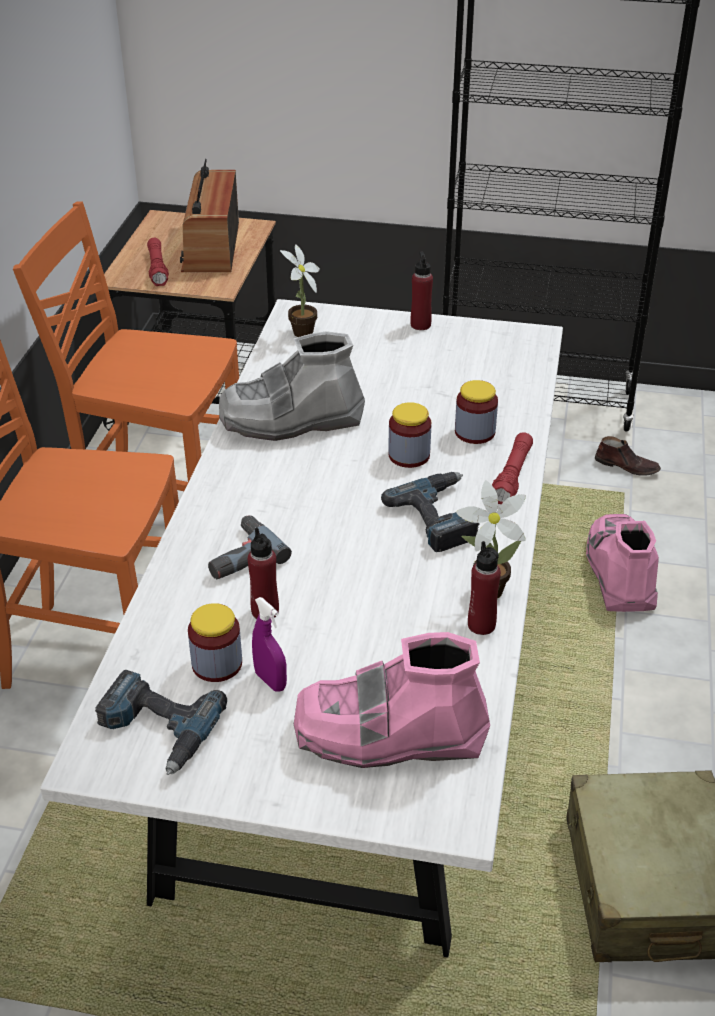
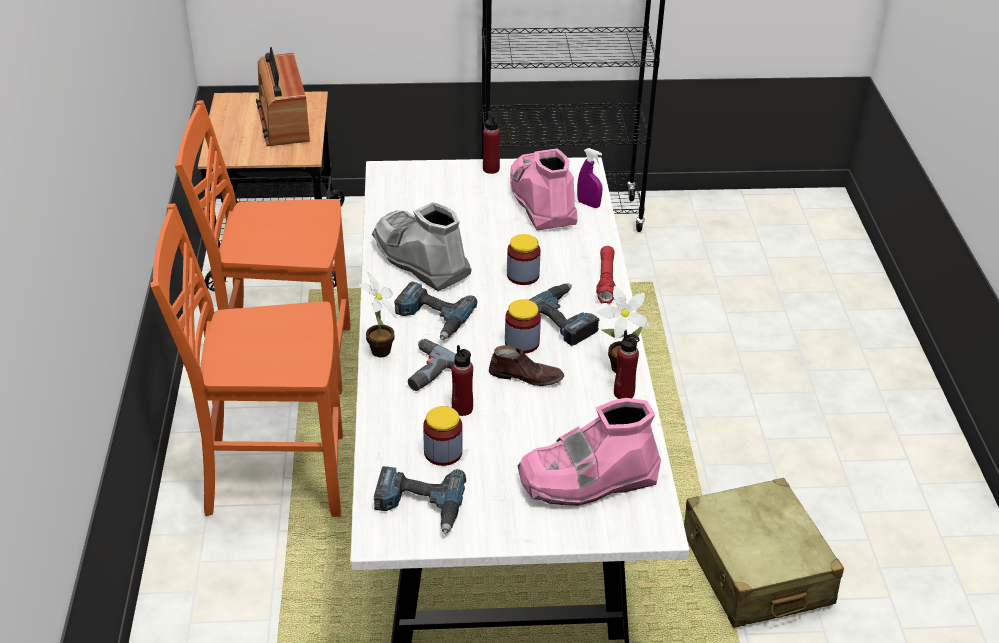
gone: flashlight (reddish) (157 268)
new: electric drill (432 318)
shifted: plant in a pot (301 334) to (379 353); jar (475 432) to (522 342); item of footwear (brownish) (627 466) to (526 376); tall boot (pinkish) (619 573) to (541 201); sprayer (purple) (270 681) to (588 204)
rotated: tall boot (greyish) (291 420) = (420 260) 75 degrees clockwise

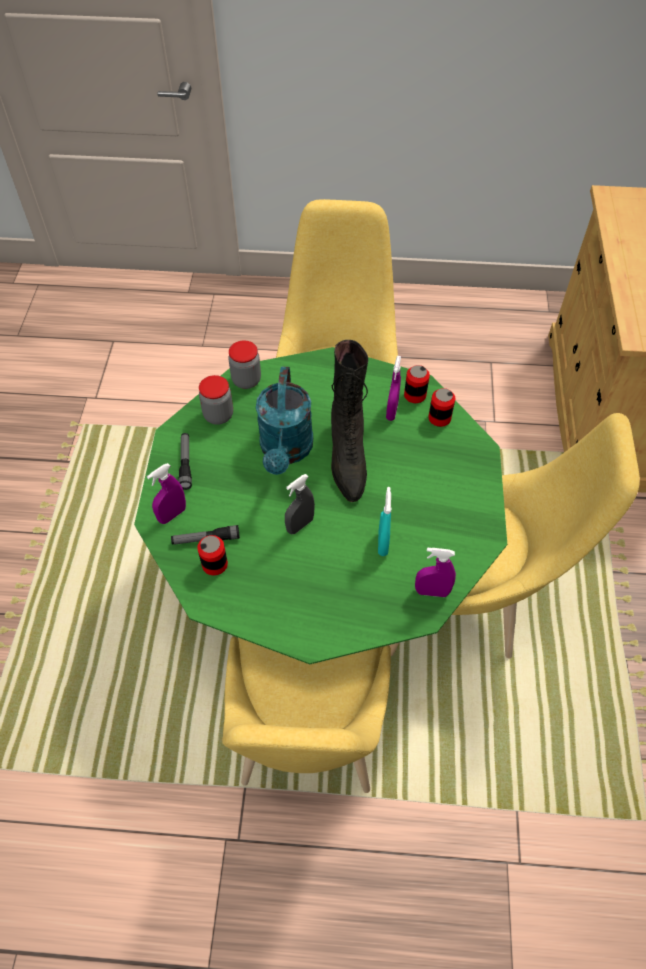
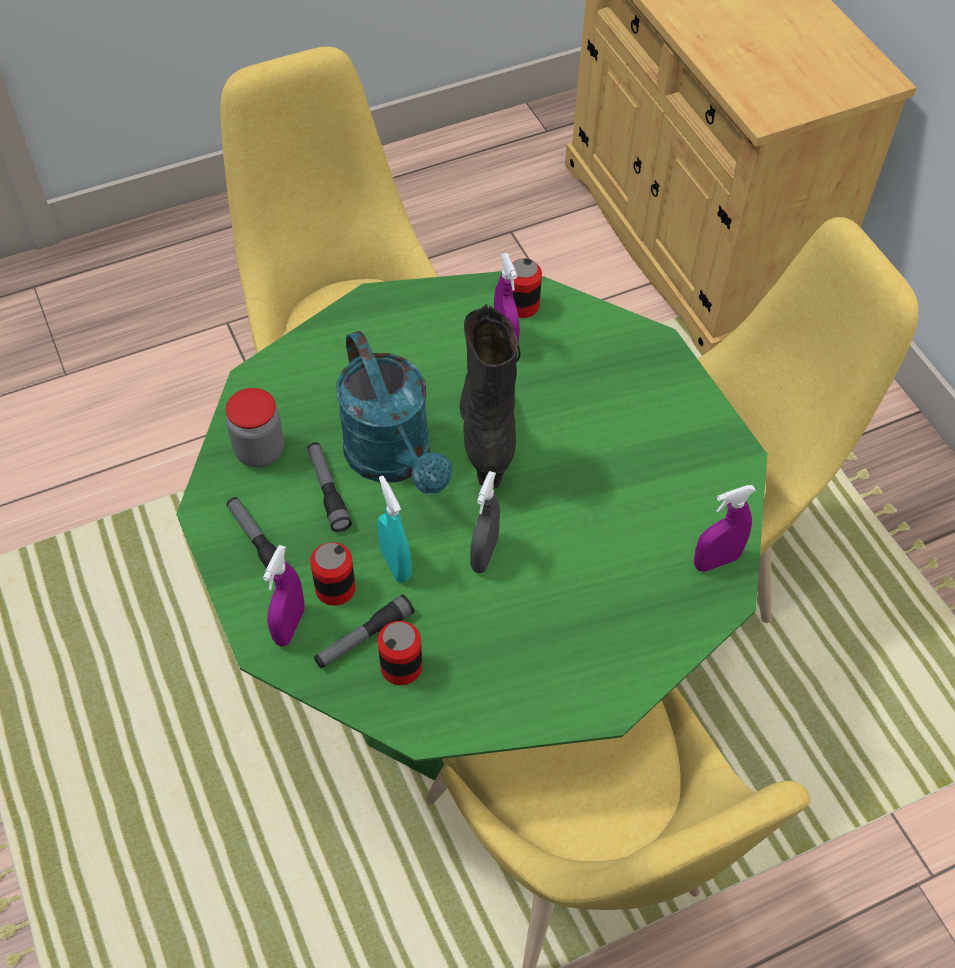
gone: jar (246 380)
new: flashlight (328 491)
shifted: sealed can (439 418) to (335 589); sprayer (blue-green) (383 543) to (395 564)
rotated: tall boot (black) (347 458) = (488 432) 150 degrees counterclockwise

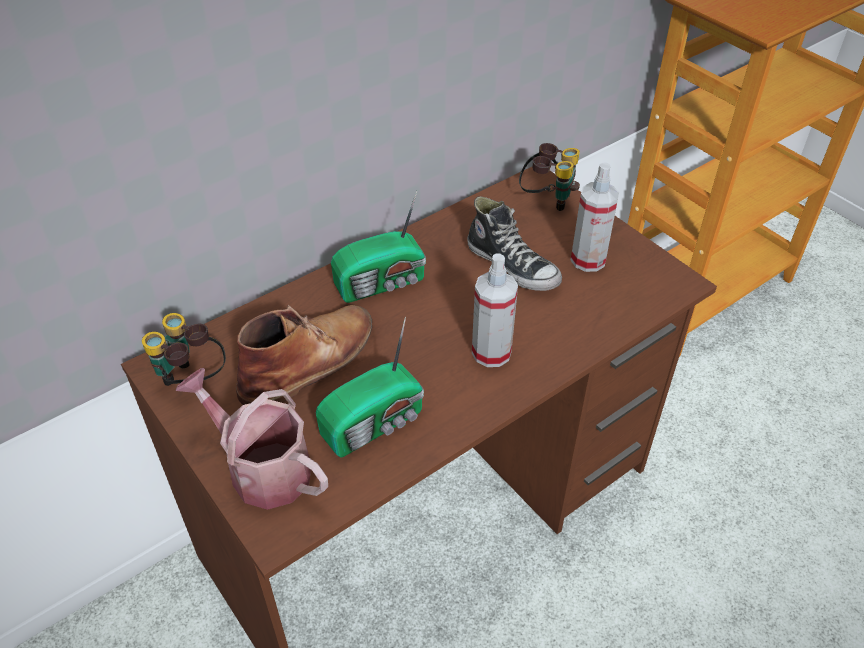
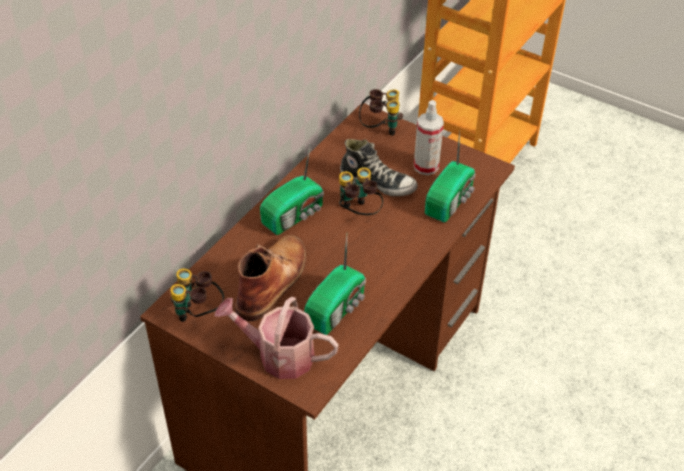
gone: sprayer (491 352)
new: radio (451 201); binoculars (358 213)

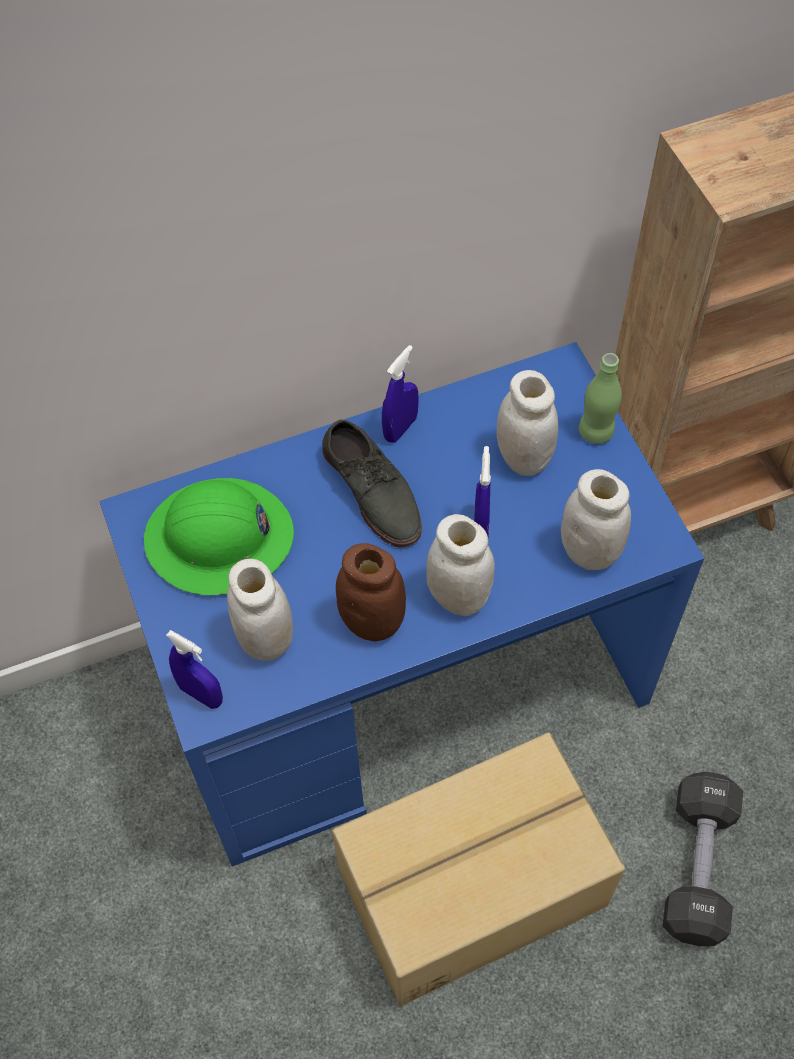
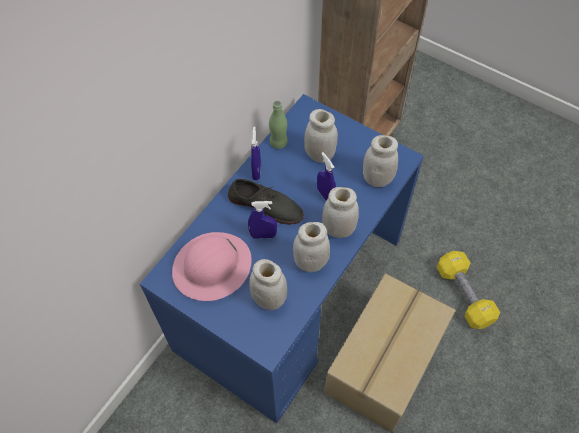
shifted: beverage bottle (green-coloured) (596 431) to (278 142); sprayer (bluish) (201 694) to (263 235)
repainted: hard hat (green-coloured) (219 539) to hard hat (pinkish) (212 267); jar (brownish) (372 621) to jar (whitish) (310 262); hand weight (black) (698 866) to hand weight (yellow) (464 295)

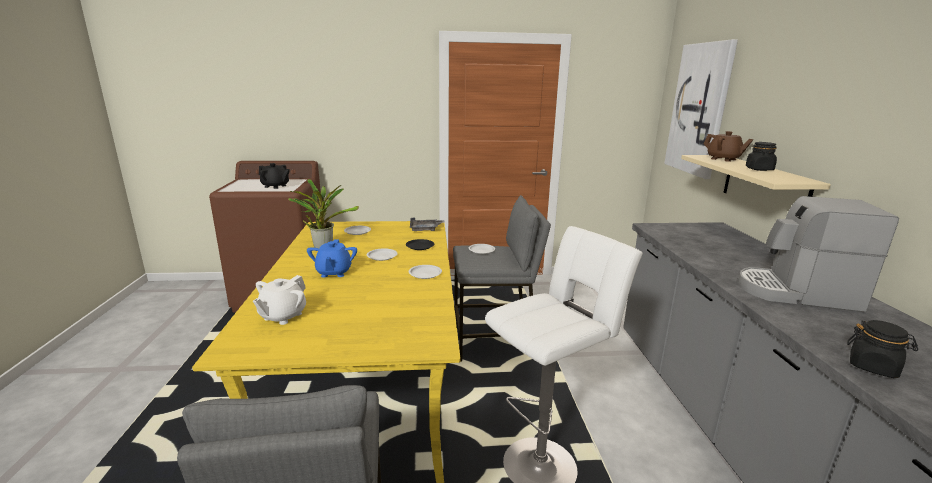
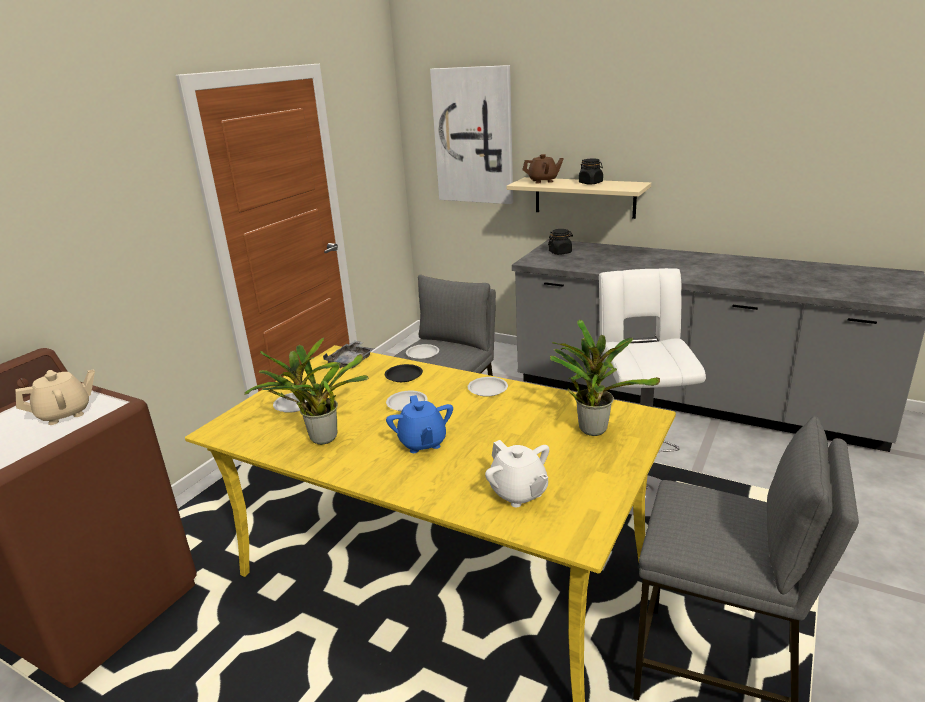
gone: coffee maker (796 293)
new: plant in a pot (592 427)
shifted: jar (black) (873 366) to (560 252)
repainted: pot for tea (black) (275 186) to pot for tea (beige) (65 414)
rotated: pot for tea (bluish) (333 272) = (422 443) 45 degrees clockwise

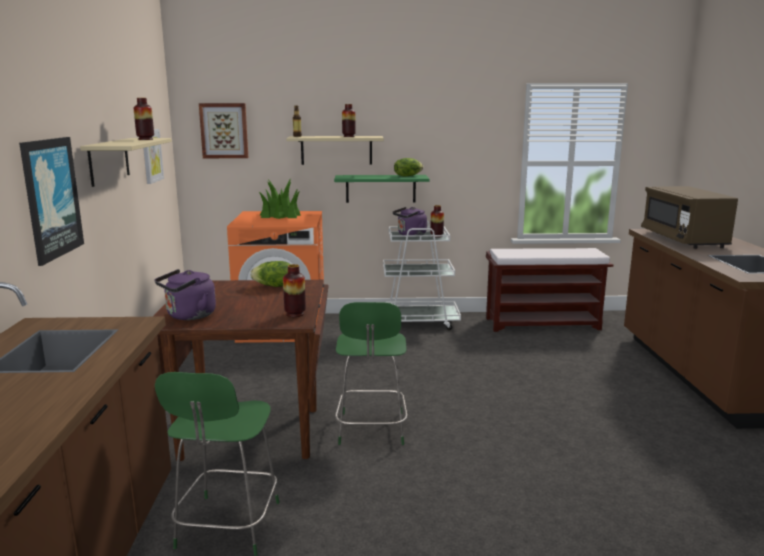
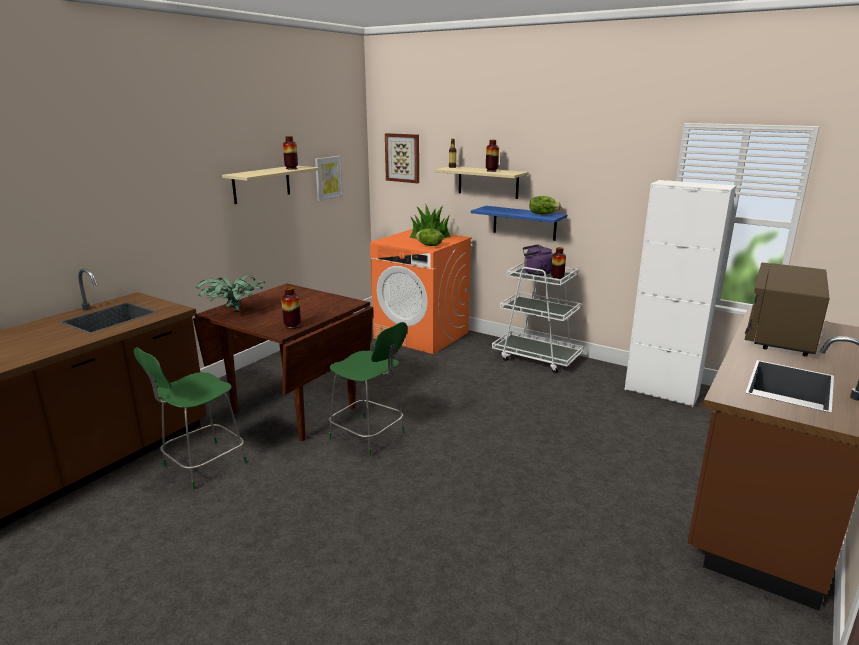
gone: picture (51 198)
shifted: lettuce head (274 286) to (429 245)
swapped: bench (brownish) (543 323) to cupboard (whitish) (661 392); water kettle (purple) (188 316) to plant in a pot (234 311)
repainted: wall shelf (green-coloured) (380 188) to wall shelf (bluish) (524 223)
rotated: upright chair (green-coloured) (371 430) = (369 436) 90 degrees counterclockwise

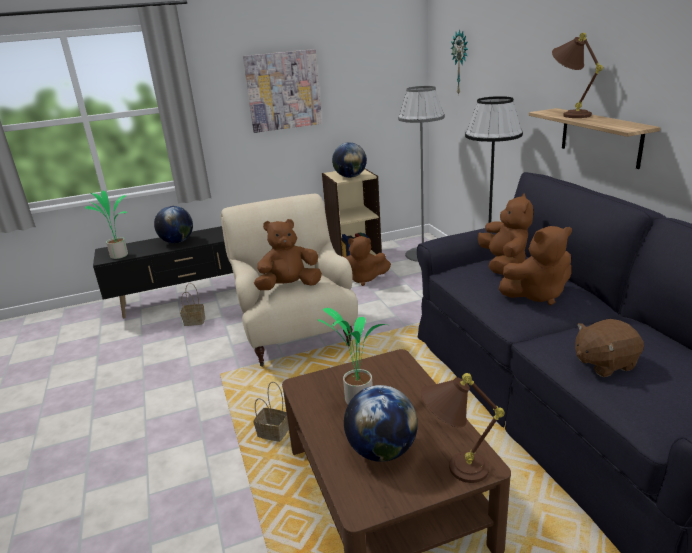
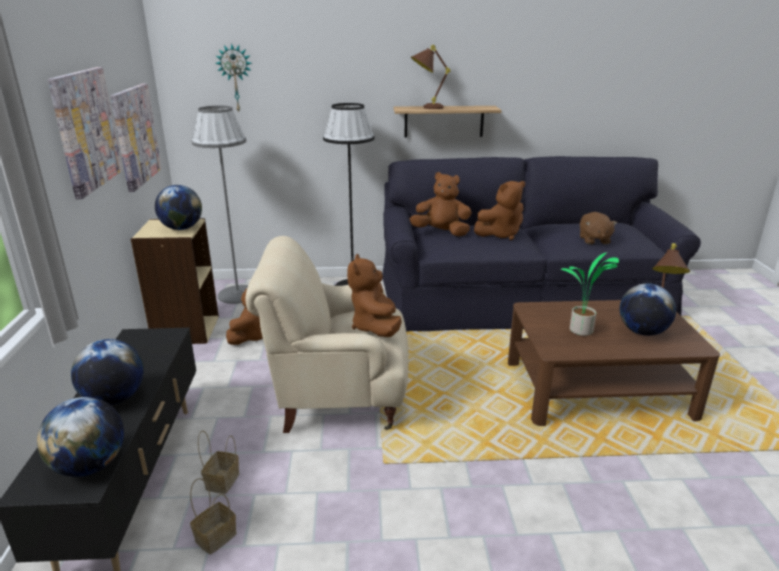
new: picture (135 135)
shifted: storage basket (274 433) to (216 536)
swapped: plant in a pot (119 255) to desk globe (90 466)
rotated: soft toy (brownish) (537 295) = (500 234) 60 degrees clockwise

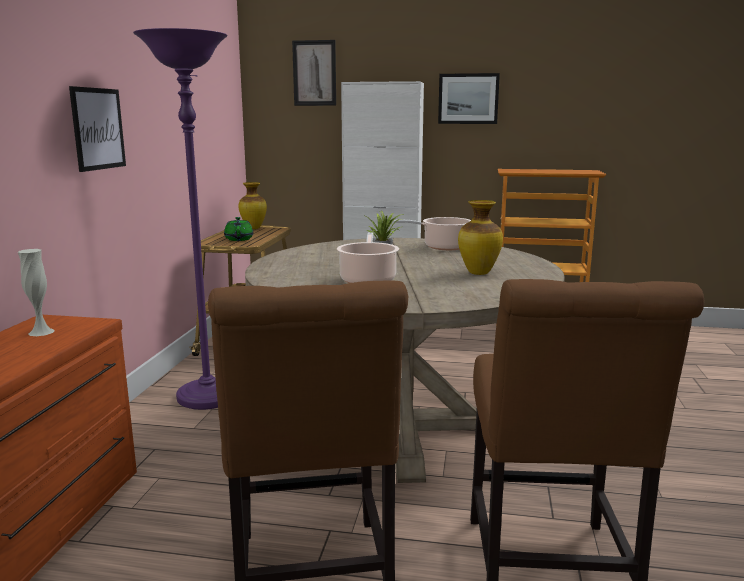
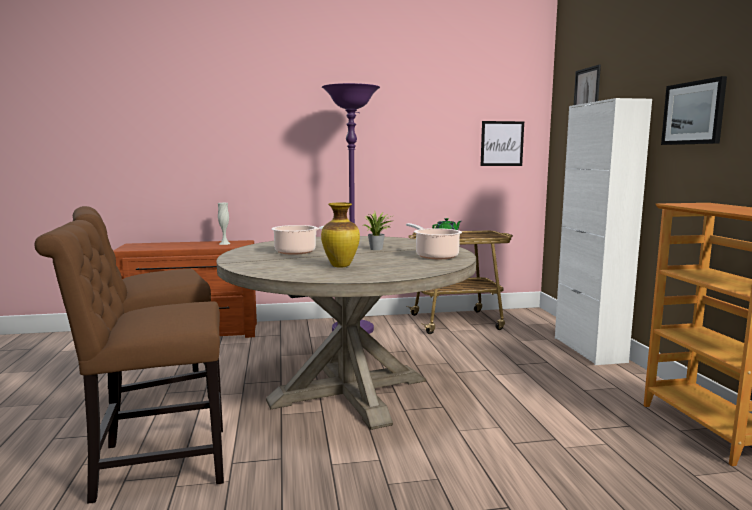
gone: vase (254 228)
shifted: picture (98 129) to (502 143)

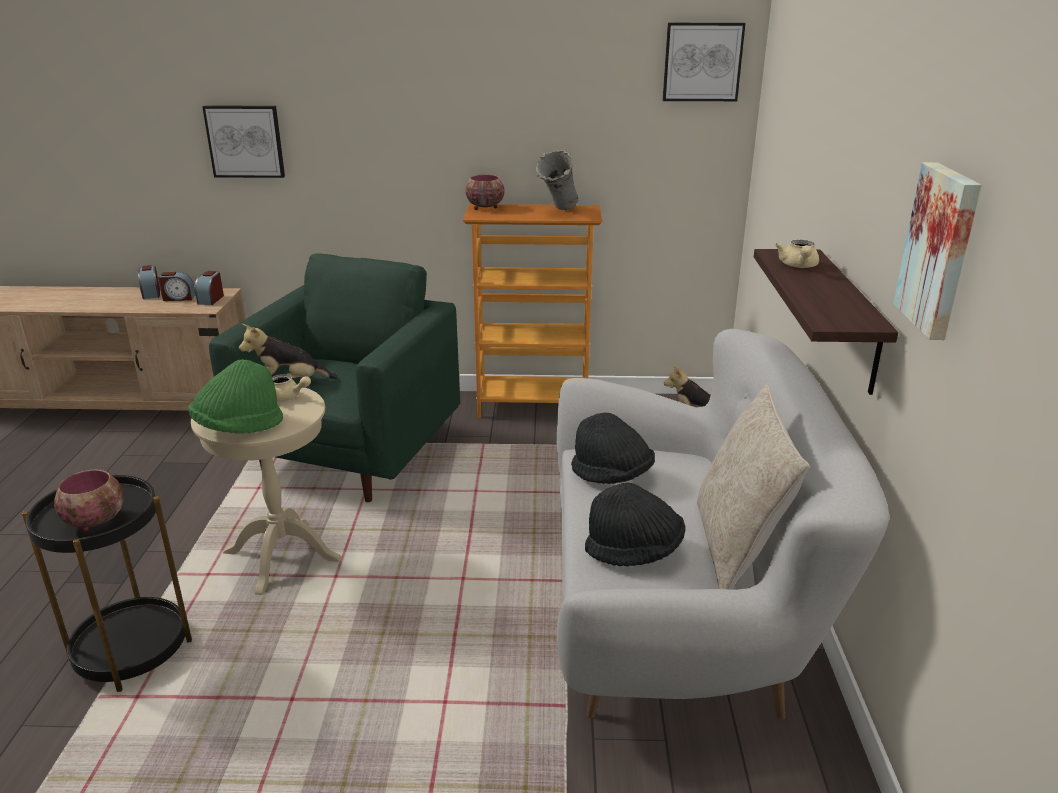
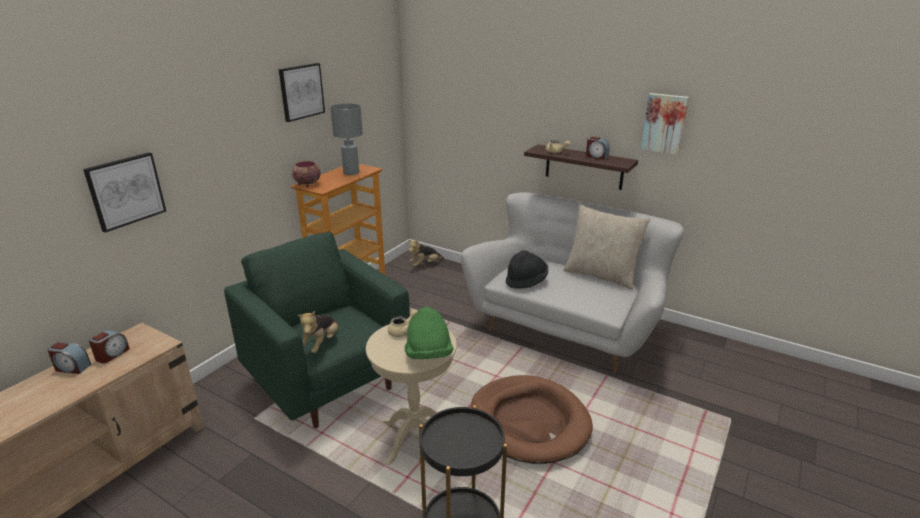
gone: bowl (97 521); hat (black) (634 551)
new: dog cushion (brownish) (529 422)
shifted: picture (702 62) to (301 91); bedside clock (211 299) to (596 156)
swapped: vase (greyish) (558 213) to table lamp (greyish) (351 172)

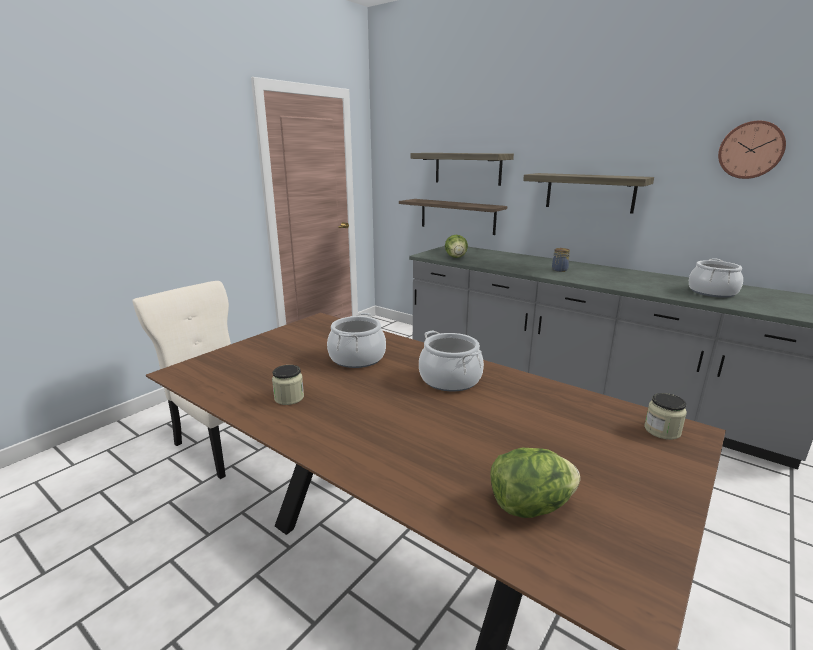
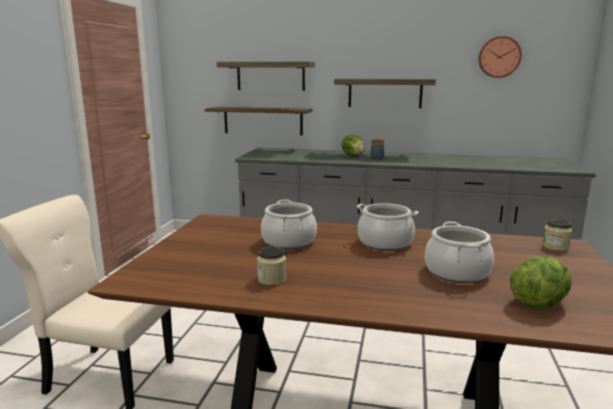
shifted: lettuce head (456 257) to (353 156); stockpot (712 292) to (456 272)

